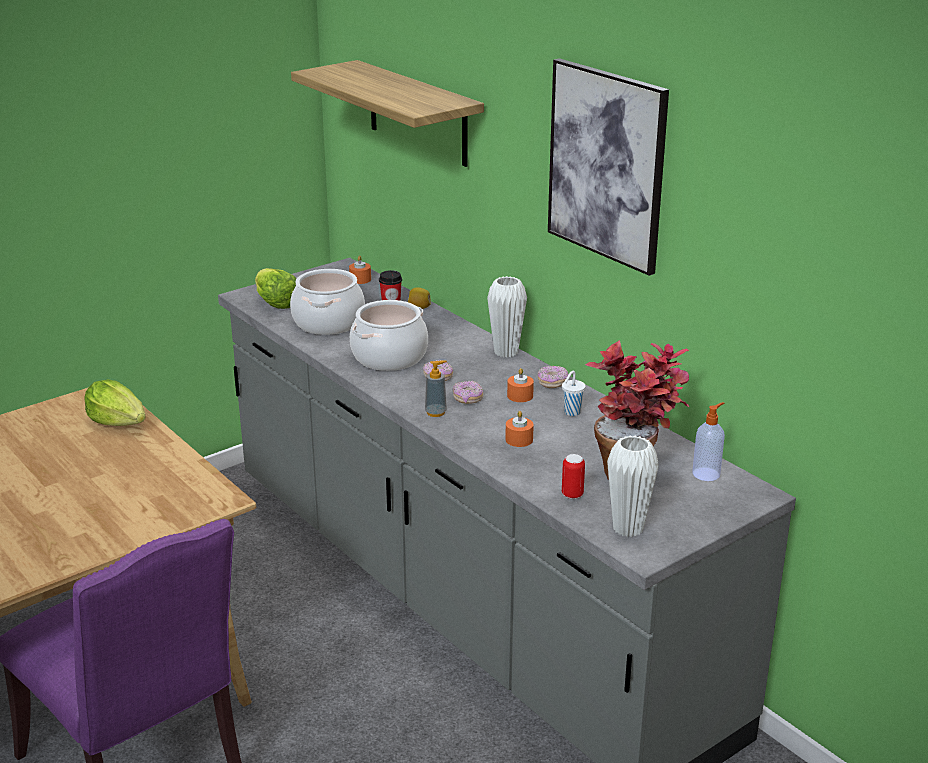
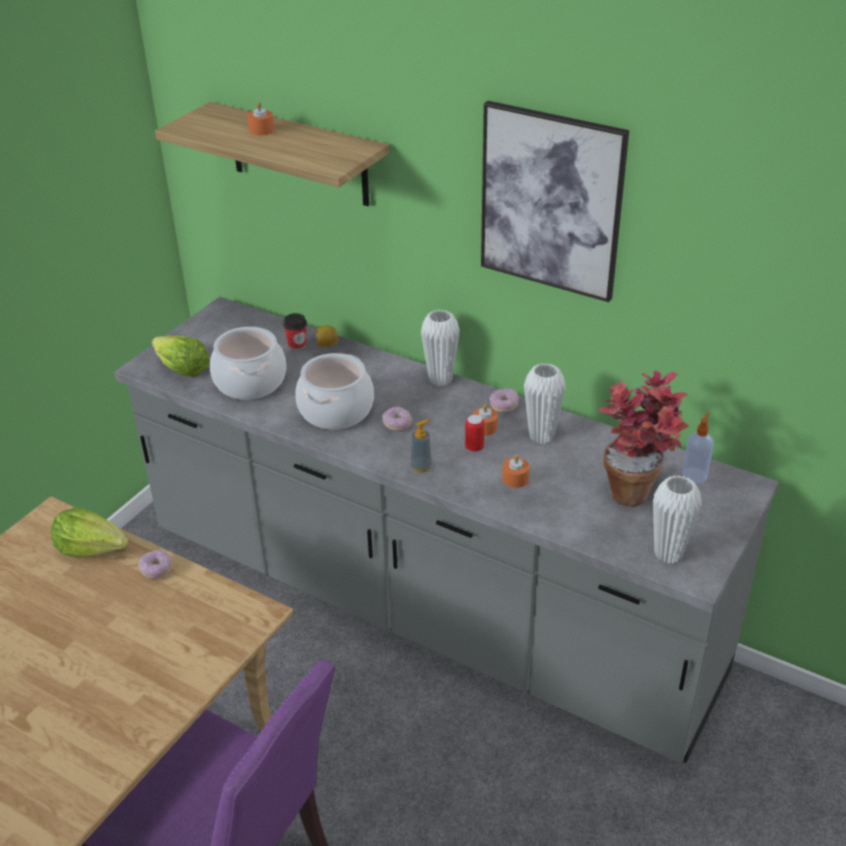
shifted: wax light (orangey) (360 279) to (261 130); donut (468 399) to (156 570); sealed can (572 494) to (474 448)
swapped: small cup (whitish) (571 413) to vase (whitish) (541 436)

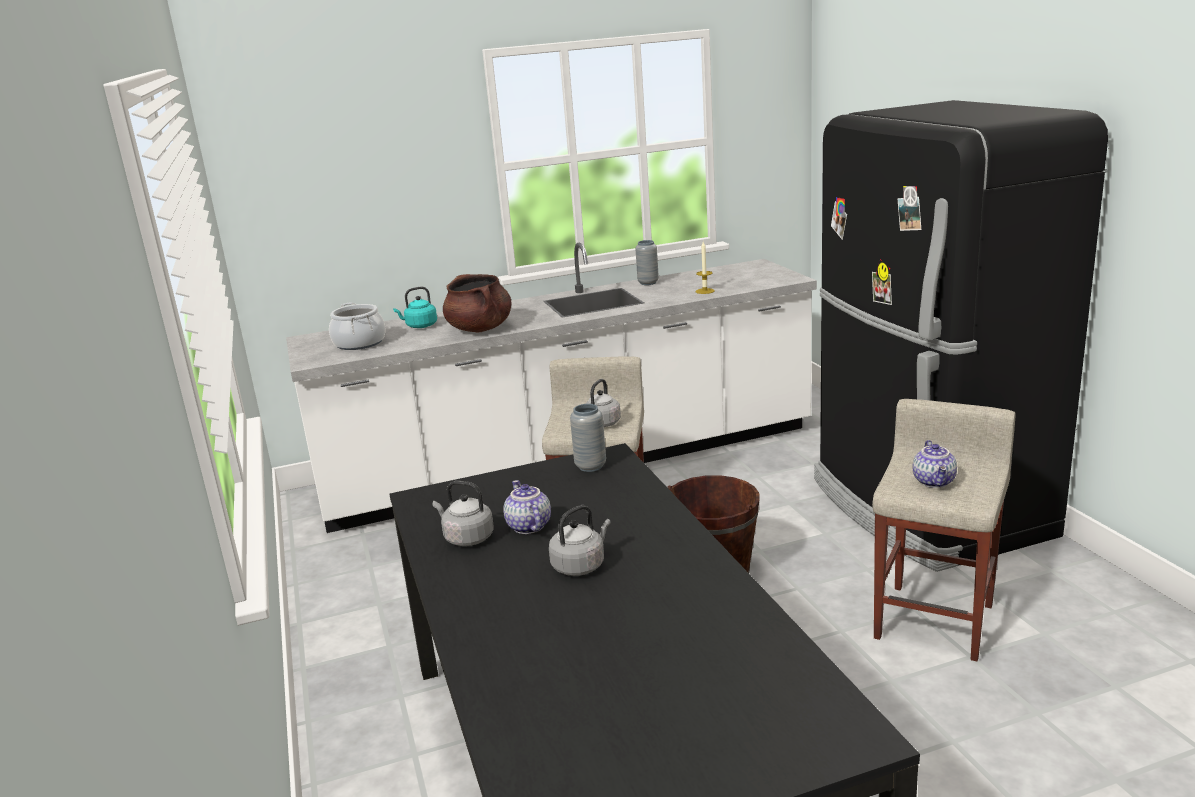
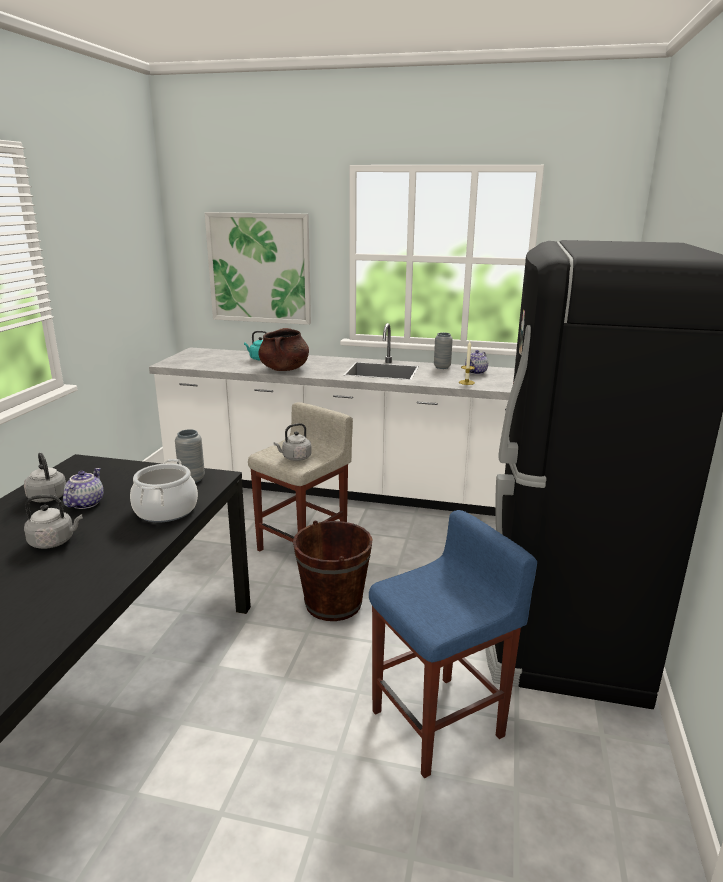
new: picture (259 268)
shifted: stockpot (360 343) to (166 510); pot for tea (935 482) to (476 372)
repainted: stool (beige) (935 620) to stool (bluish) (439 722)

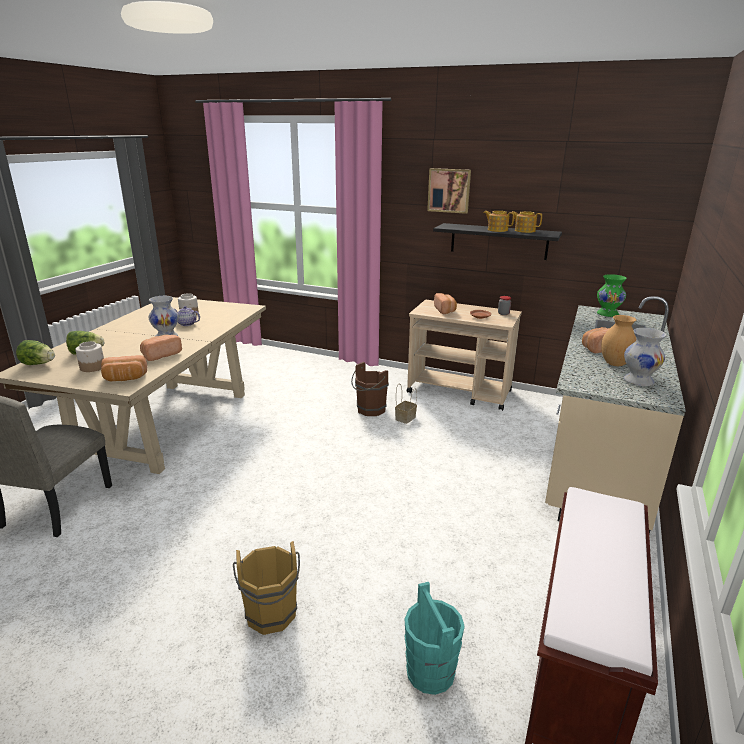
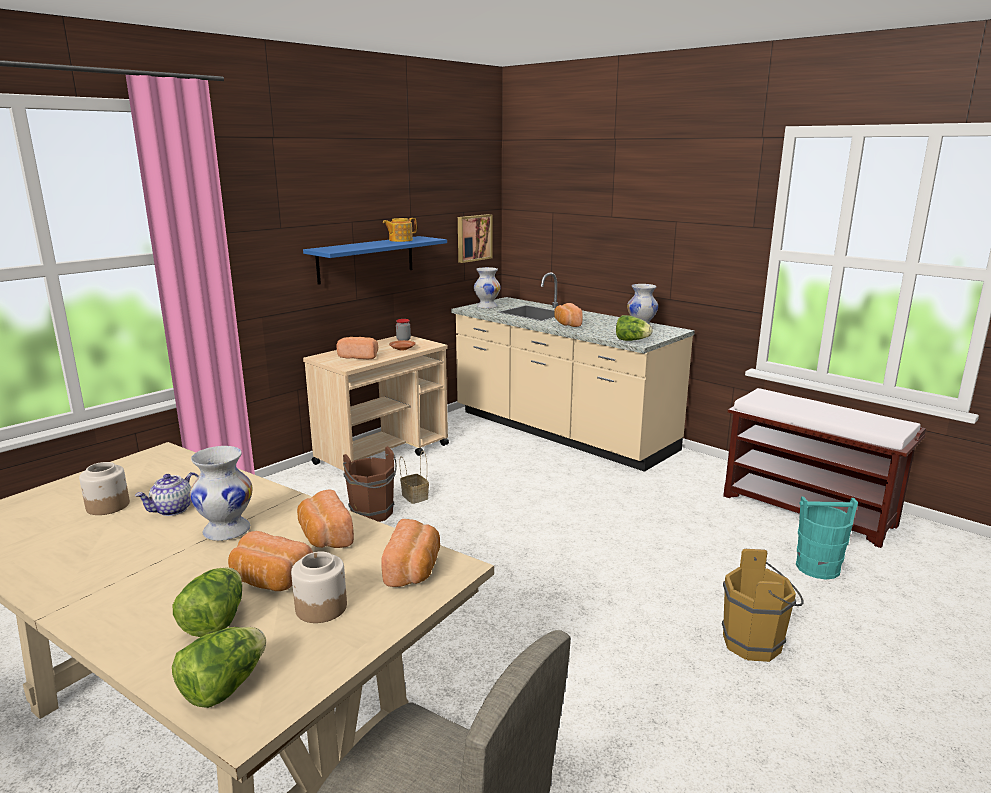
gone: pot for tea (497 230); vase (brownish) (614 364)
new: lettuce head (631 340); bakery bread (269 581)
shifted: picture (449 190) to (473 238)
repainted: wall shelf (black) (498 241) to wall shelf (bluish) (366 259); vase (green-coloured) (607 314) to vase (whitish) (487 307)

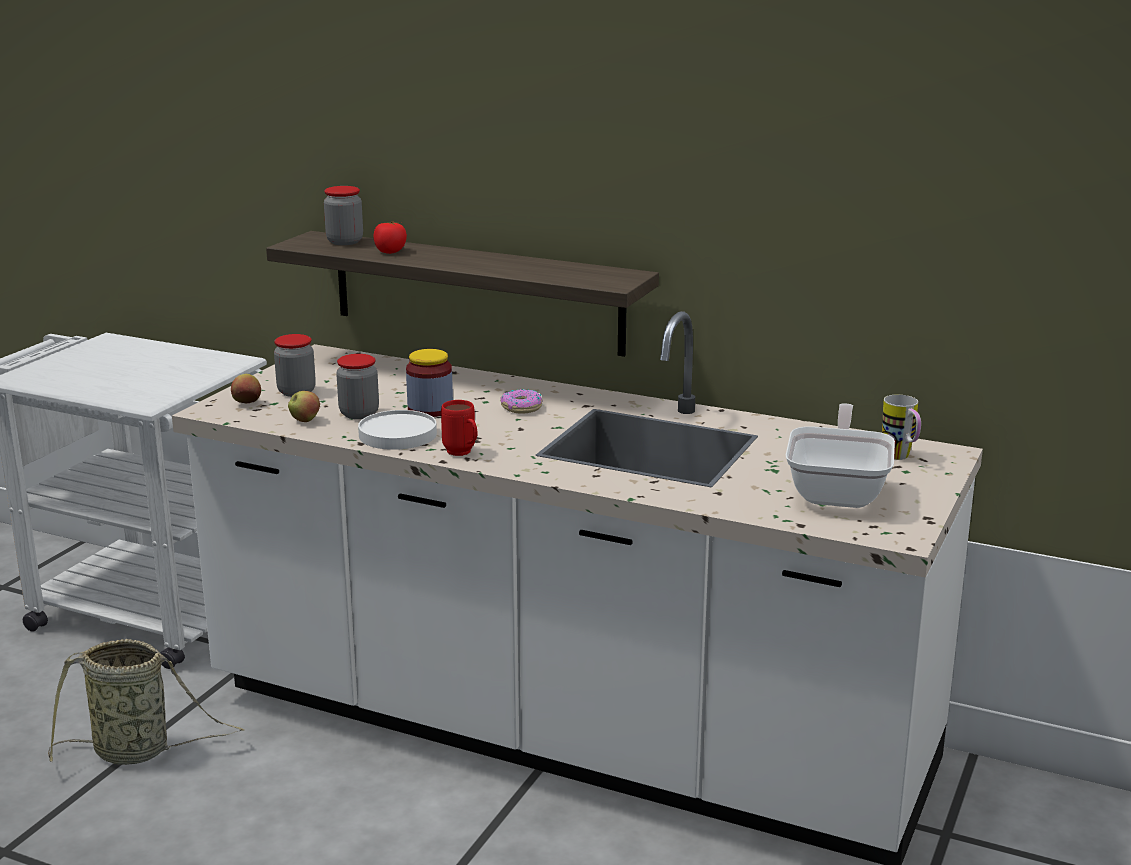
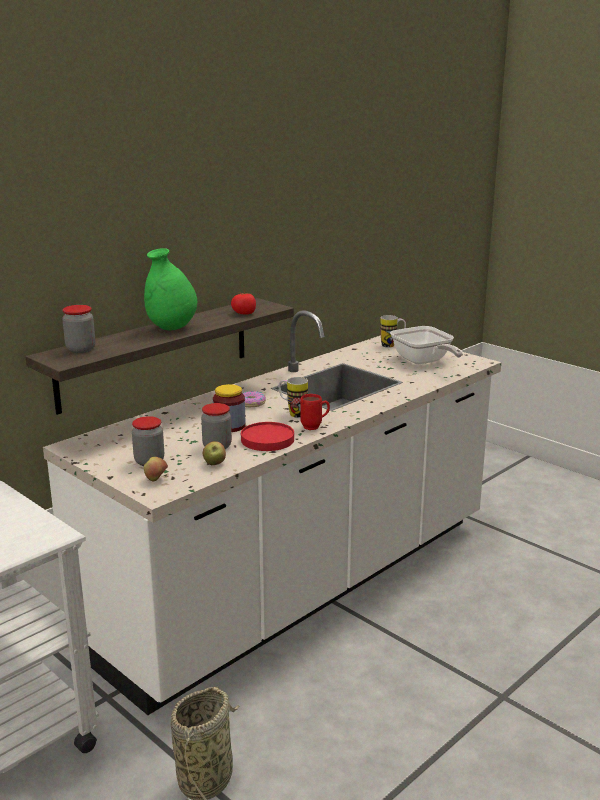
new: vase (green-coloured) (172 328); mug (292 413)
shifted: fresh tomato (390 251) to (244 313)
repainted: flat dish (whitish) (397 435) to flat dish (reddish) (267 440)
rotated: frying pan (839 491) = (423 362) 150 degrees counterclockwise

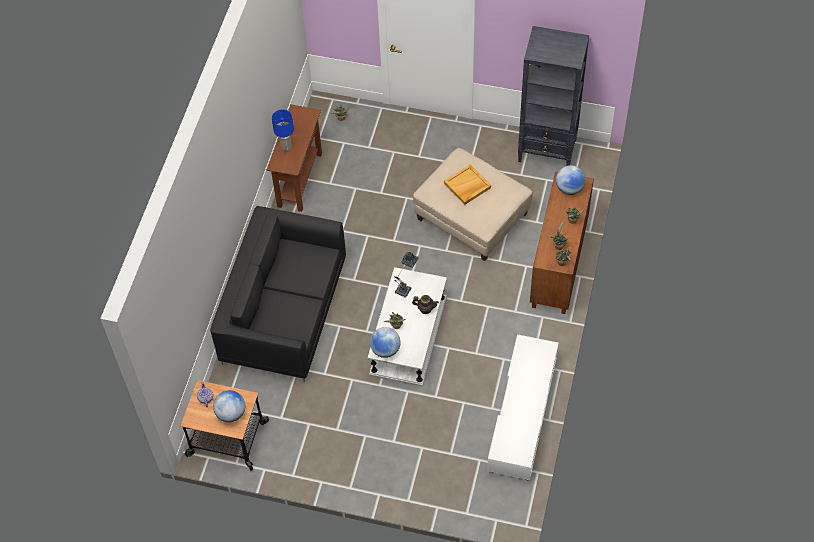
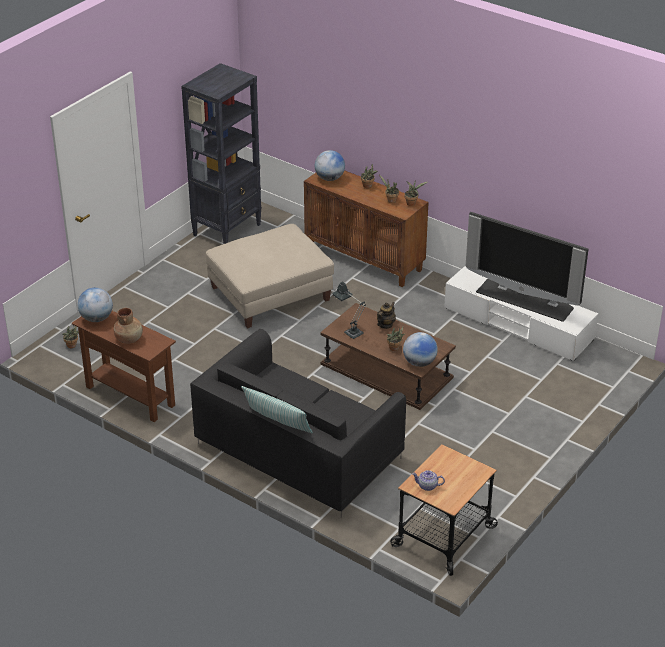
gone: tray (beige) (467 186)
new: TV set (525 299); throw pillow (277 422)
shifted: desk globe (231 413) to (96 318)
swapped: table lamp (bluish) (286 146) to vase (brownish) (129 339)
repainted: coffee table (whitish) (408 334) to coffee table (brownish) (386 371)

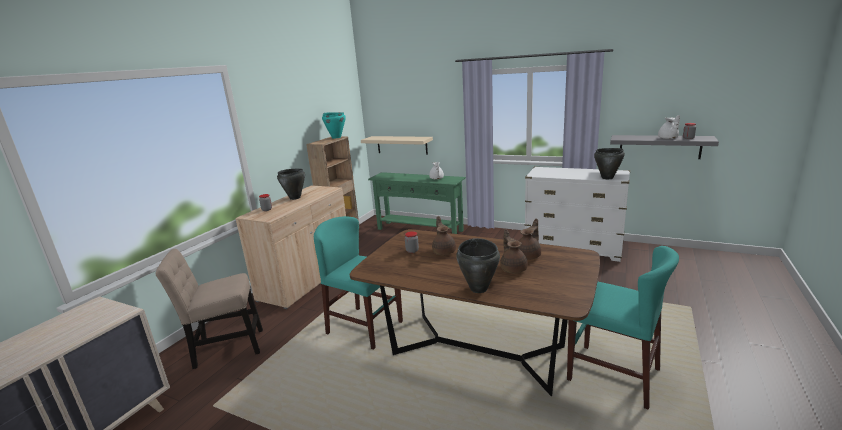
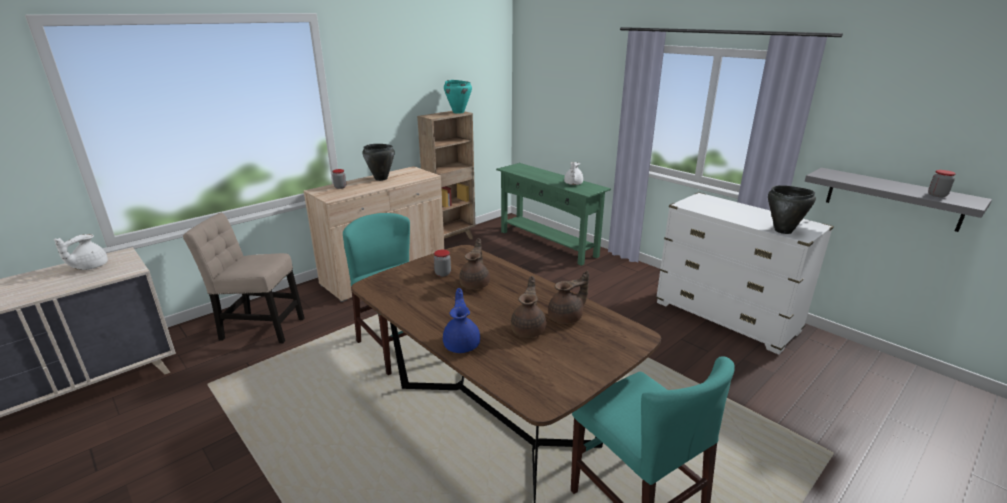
gone: wall shelf (beige) (402 145)
shifted: pot for tea (whitish) (668 138) to (89 267)
swapped: stockpot (black) (479 288) to pot for tea (bluish) (462 344)

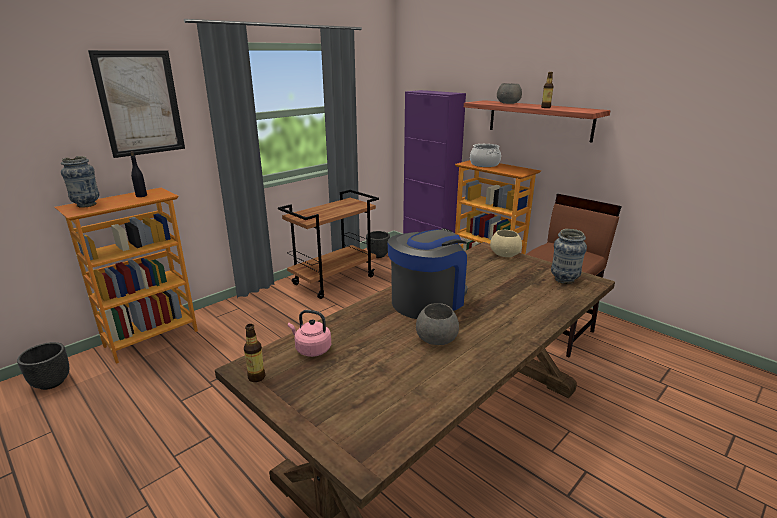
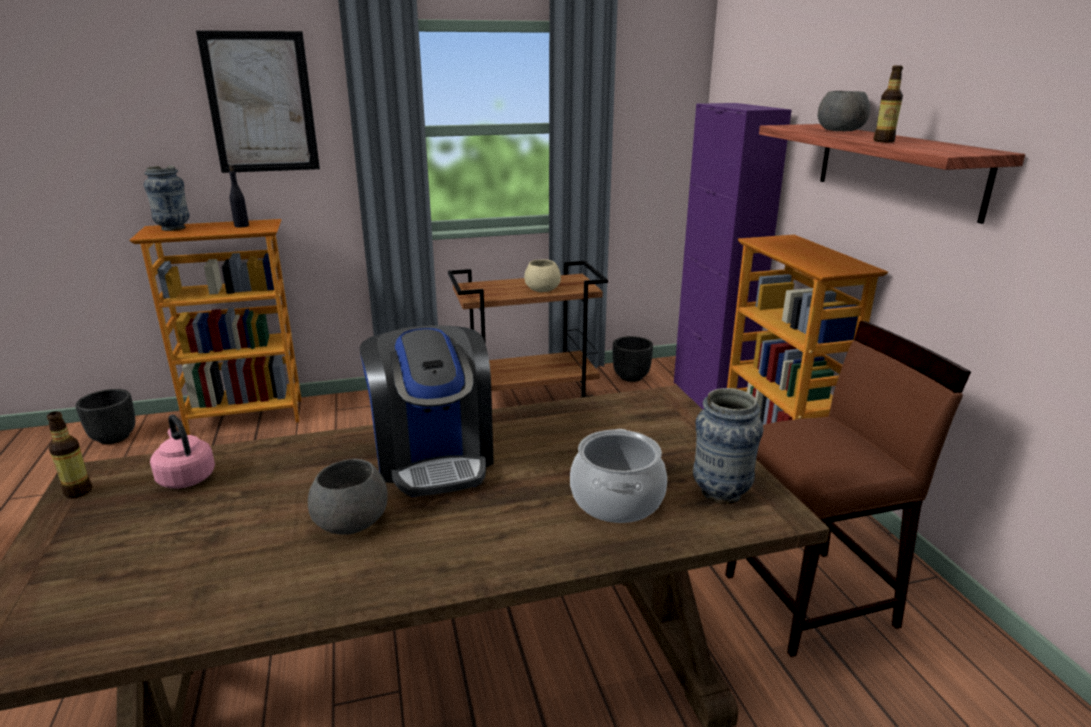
shifted: stockpot (484 164) to (617 500); bowl (beige) (505 254) to (542 289)
rotated: coffee maker (428 301) = (434 457) 90 degrees clockwise

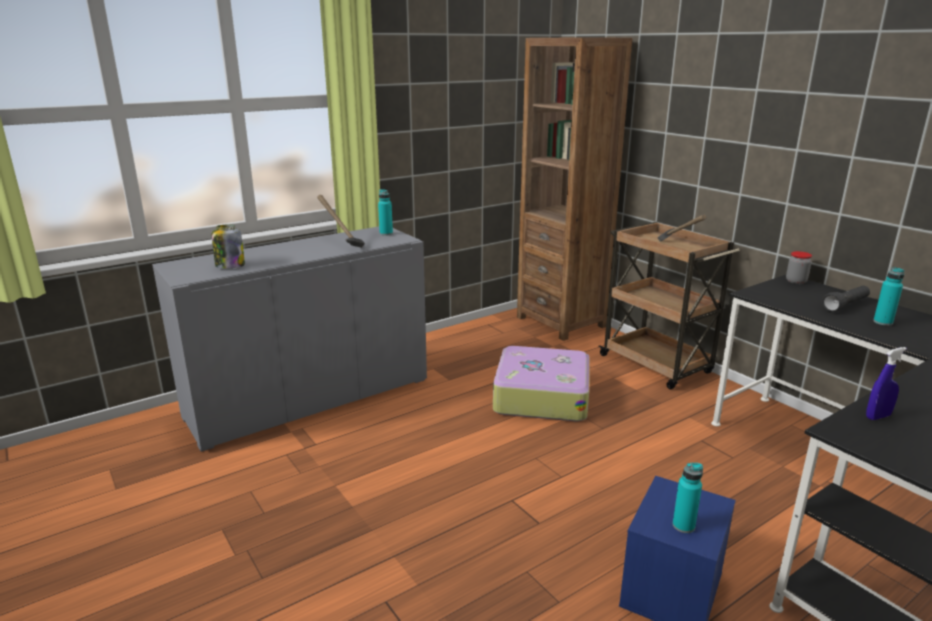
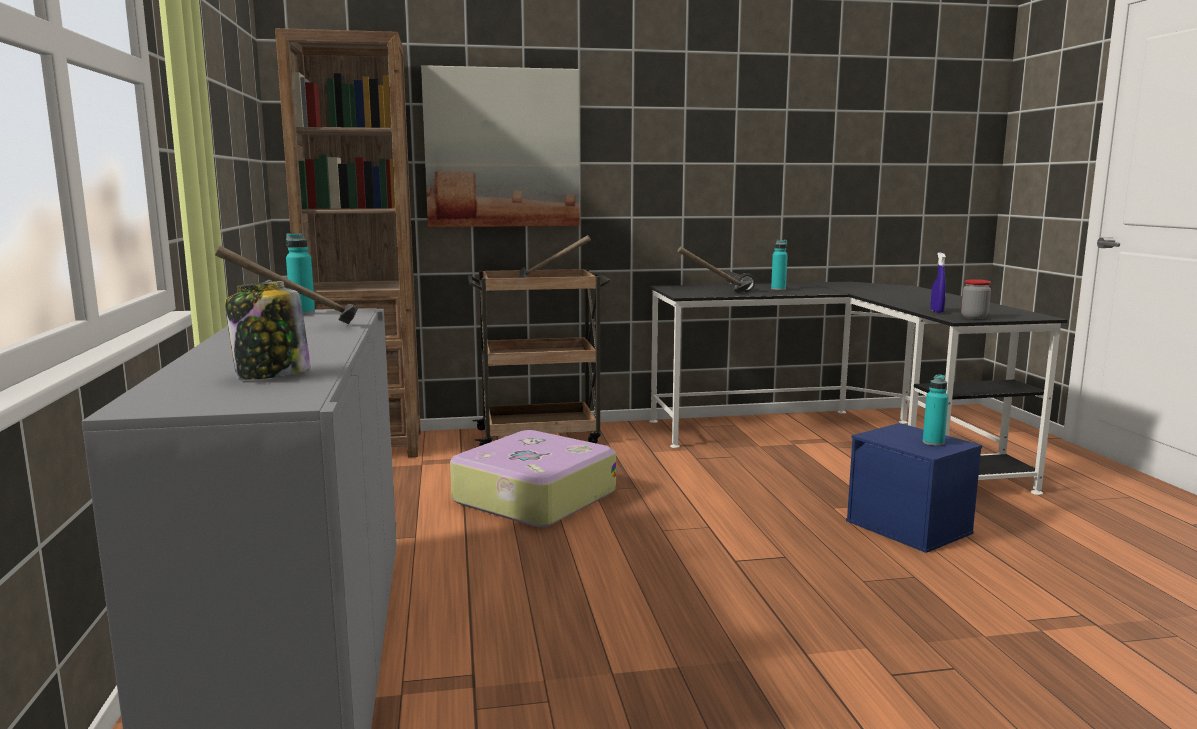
new: picture (502 148); tool hammer (716 295)
shifted: jar (796 281) to (974 317)

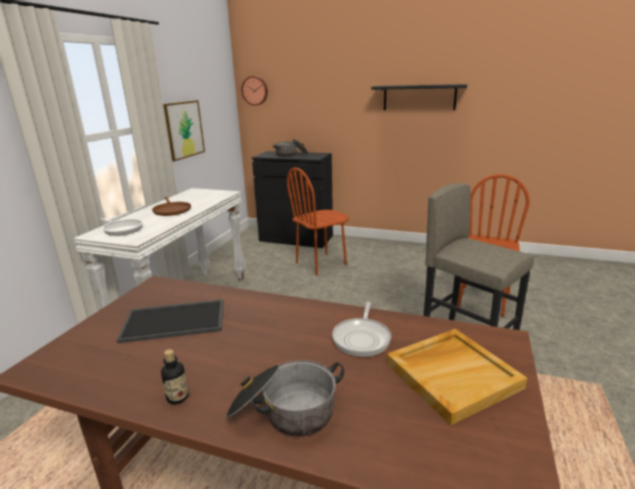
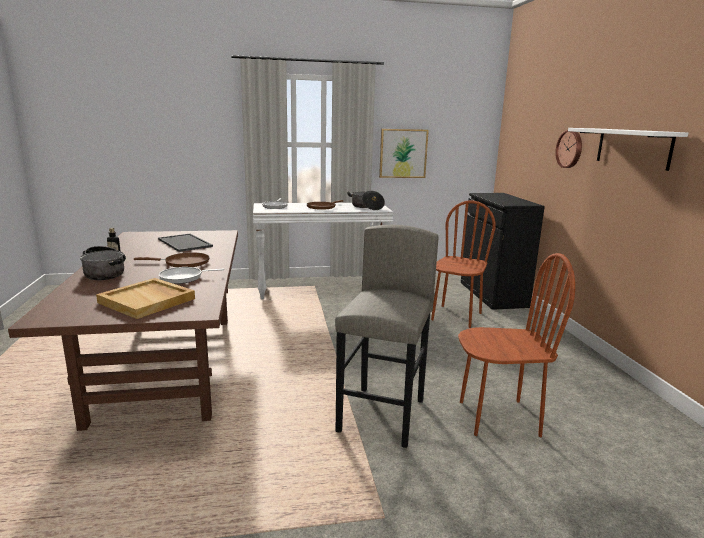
new: frying pan (brownish) (183 263)
shifted: wall clock (255 90) to (570 149); stockpot (291 155) to (366 207)
repainted: wall shelf (black) (419 97) to wall shelf (whitish) (633 147)
rotated: upright chair (brownish) (321 264) = (456 316) 90 degrees clockwise

